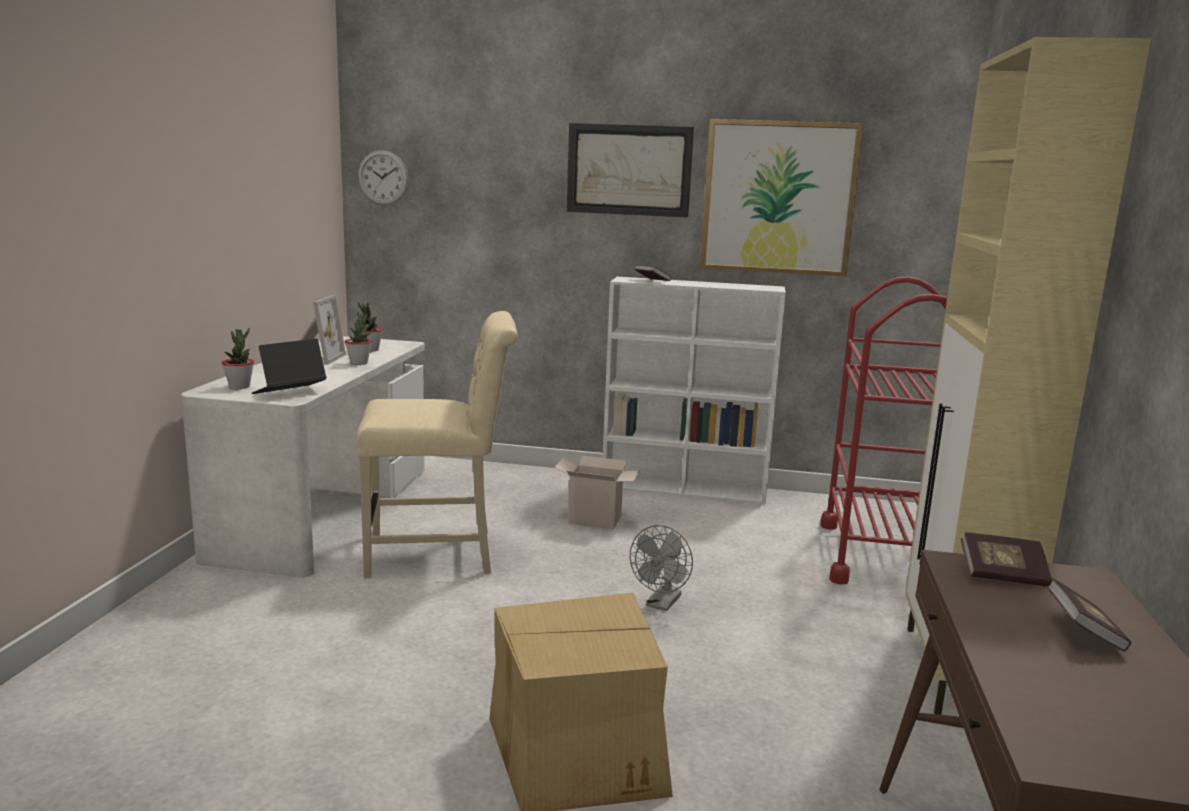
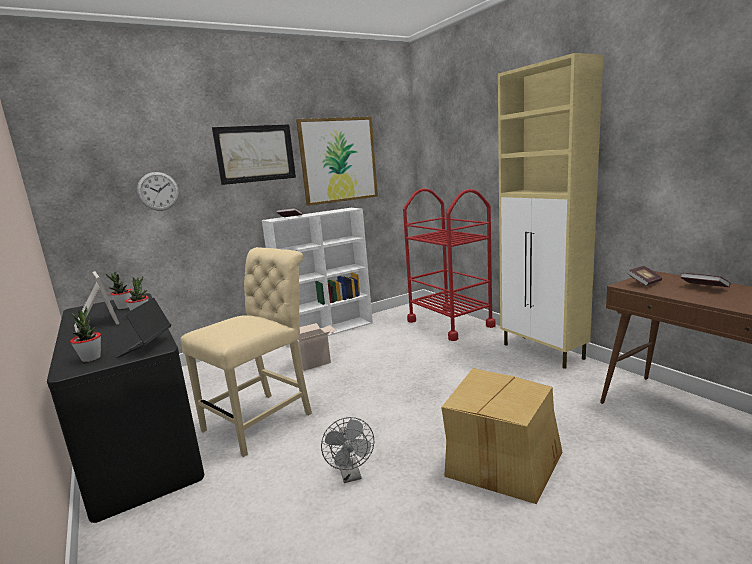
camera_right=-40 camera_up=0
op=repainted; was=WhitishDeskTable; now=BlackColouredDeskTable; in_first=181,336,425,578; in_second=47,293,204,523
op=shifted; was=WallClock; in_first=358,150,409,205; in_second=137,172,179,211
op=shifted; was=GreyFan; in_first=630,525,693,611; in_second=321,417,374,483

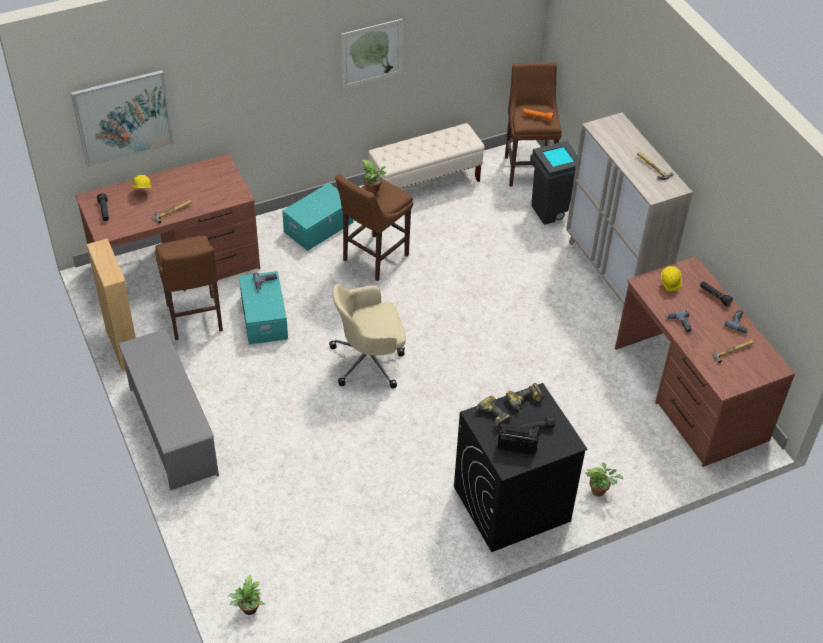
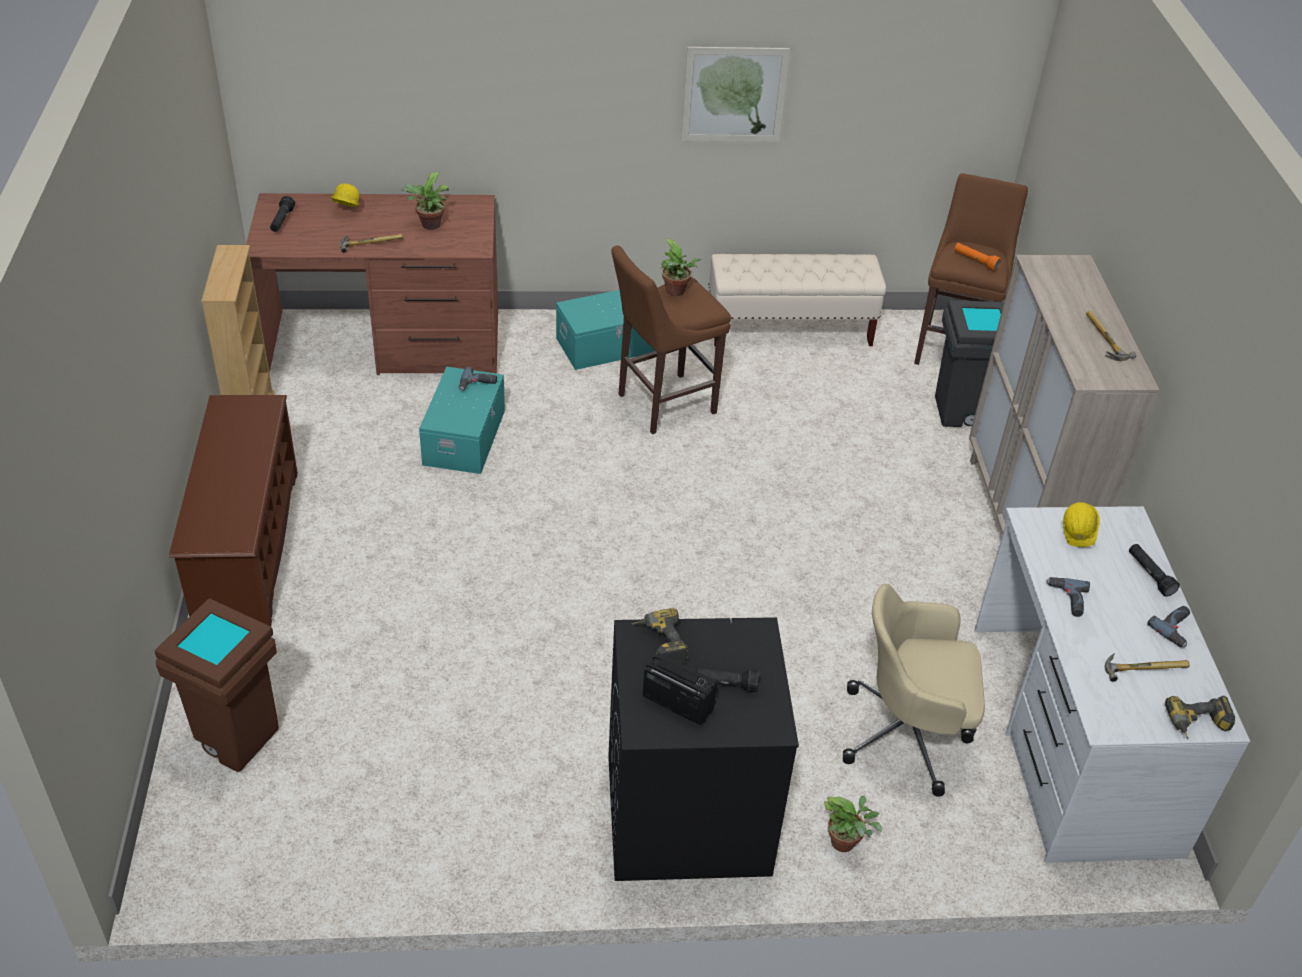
camera_right=20 camera_up=-5
op=new; now=BrownRubbishBin; in_second=155,598,279,772
op=repainted; was=GreyShoeShelf; now=BrownShoeShelf; in_first=118,329,219,490; in_second=169,395,298,626
op=shifted; was=Houseplant; in_first=228,575,265,615; in_second=400,172,449,230
op=shifted; was=BeigeOfficeChair; in_first=329,284,406,388; in_second=843,584,985,797
op=repainted; was=BrownDeskTable; now=WhitishDeskTable; in_first=615,256,795,467; in_second=974,506,1250,863
op=shifted; was=PowerDrill; in_first=506,383,543,413; in_second=1165,696,1235,739
op=gone; was=WallPicture; in_first=71,70,174,167
op=gone; was=BrownStool; in_first=155,236,223,340

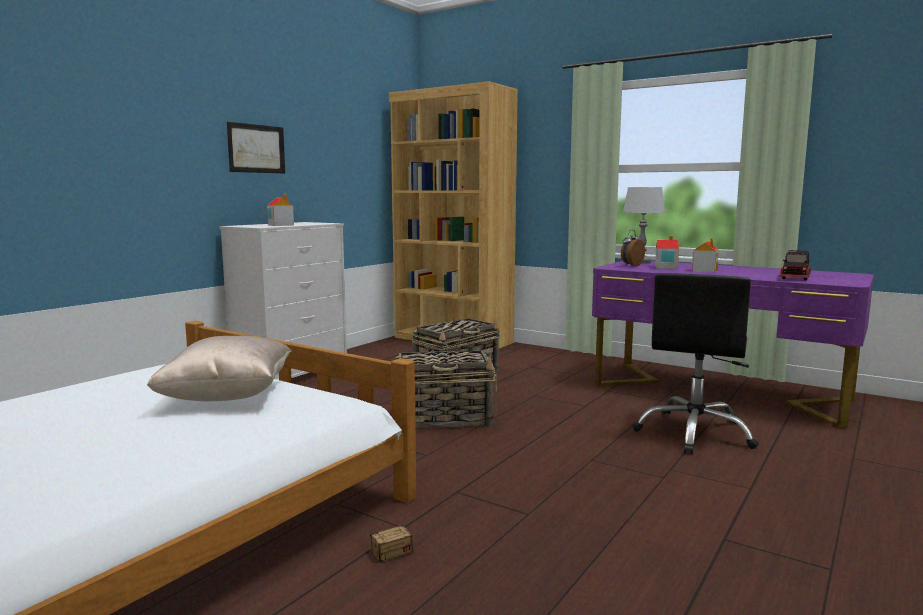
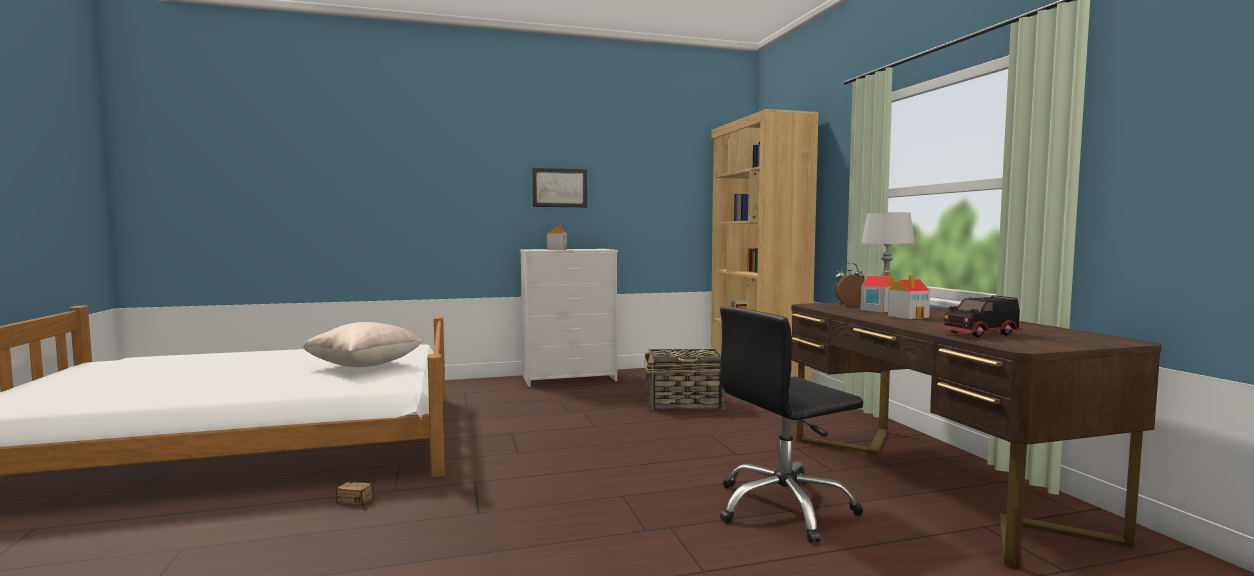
camera_right=40 camera_up=-5
op=repainted; was=PurpleColouredDeskTable; now=BrownDeskTable; in_first=592,261,874,428; in_second=791,302,1162,569
op=gone; was=StorageBasket; in_first=395,350,497,428

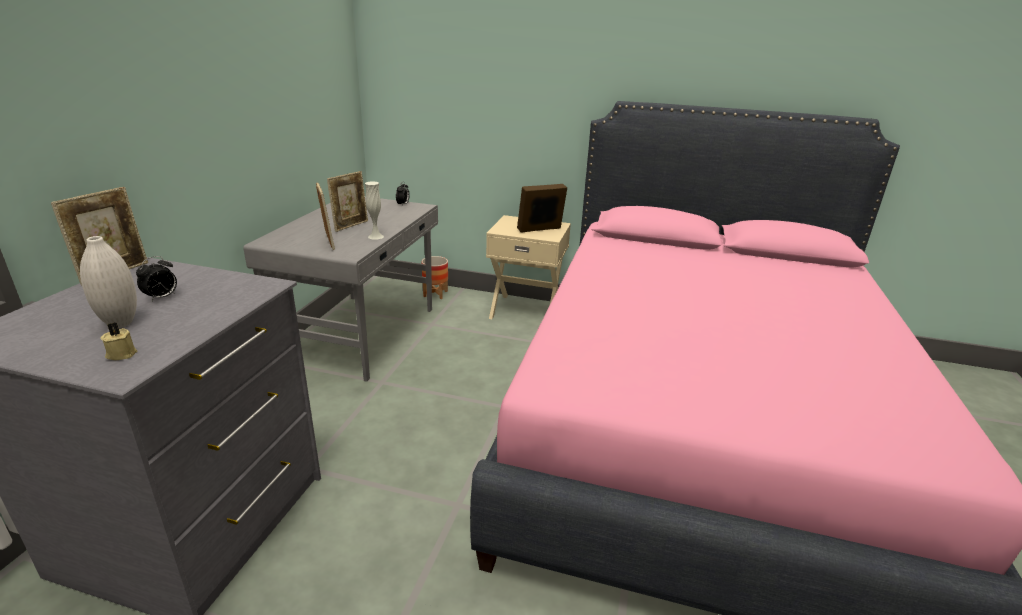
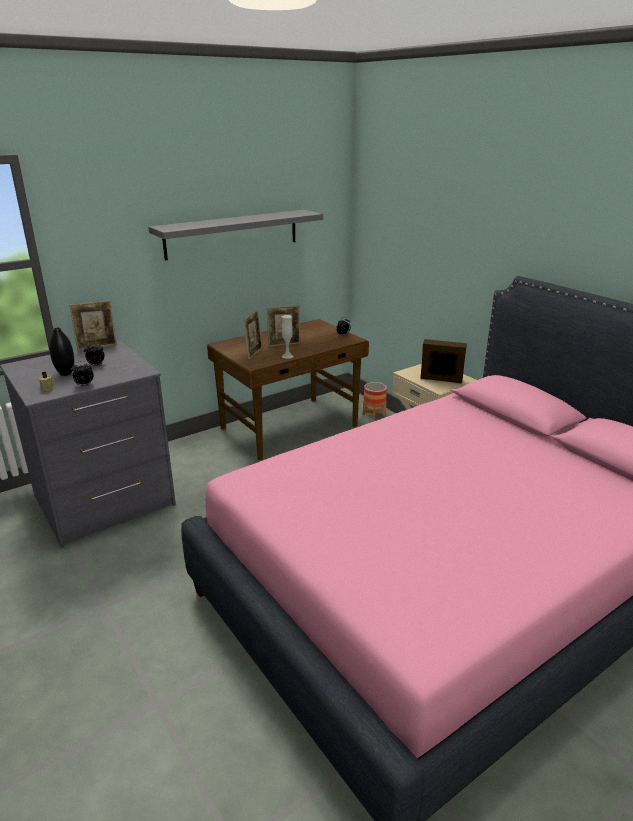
camera_right=40 camera_up=0
op=repainted; was=WhitishVase; now=BlackColouredVase; in_first=80,236,137,328; in_second=49,327,74,376
op=new; now=BedsideClock; in_second=71,361,94,386
op=new; now=GreyBracketShelf; in_second=148,210,323,261
op=repainted; was=GreyDeskTable; now=BrownDeskTable; in_first=243,197,438,382; in_second=207,319,369,460

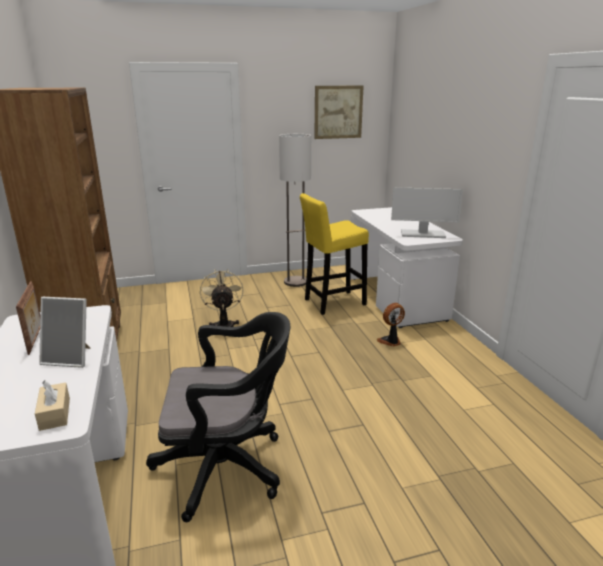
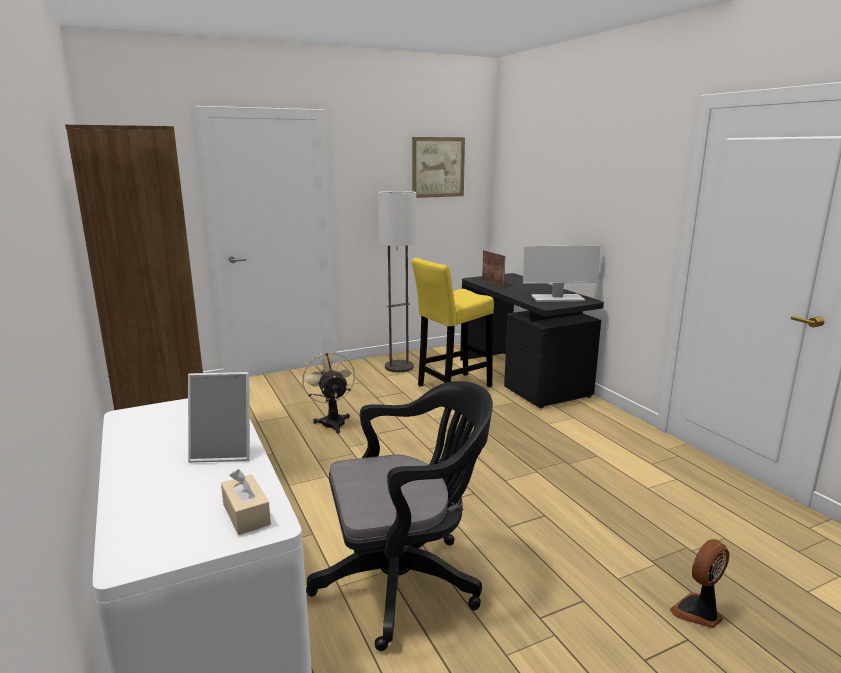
camera_right=-10 camera_up=-5
op=repainted; was=WhitishDeskTable; now=BlackColouredDeskTable; in_first=350,207,463,328; in_second=460,273,604,409
op=shifted; was=PhotoFrame; in_first=16,281,40,355; in_second=482,250,505,288
op=shifted; was=Fan; in_first=377,303,405,347; in_second=670,539,729,628

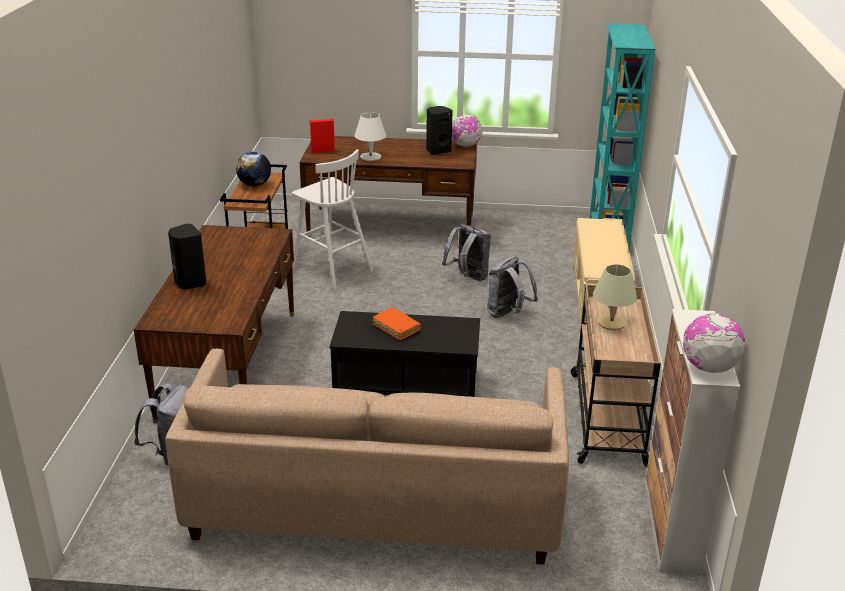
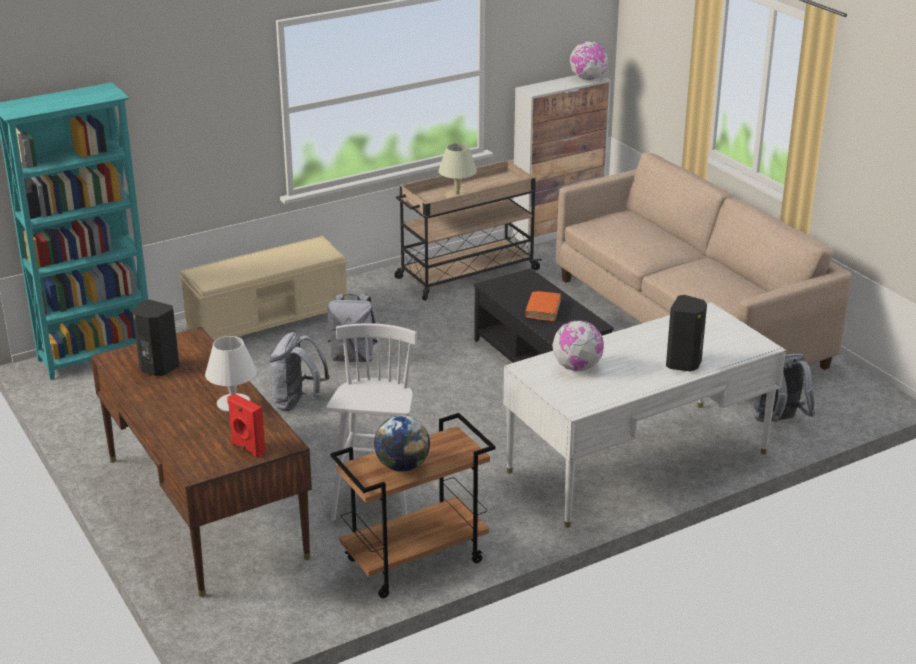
camera_right=-125 camera_up=0
op=repainted; was=BrownDeskTable; now=WhitishDeskTable; in_first=134,225,294,423; in_second=503,302,786,528
op=shifted; was=Globe; in_first=452,114,482,147; in_second=552,320,604,372

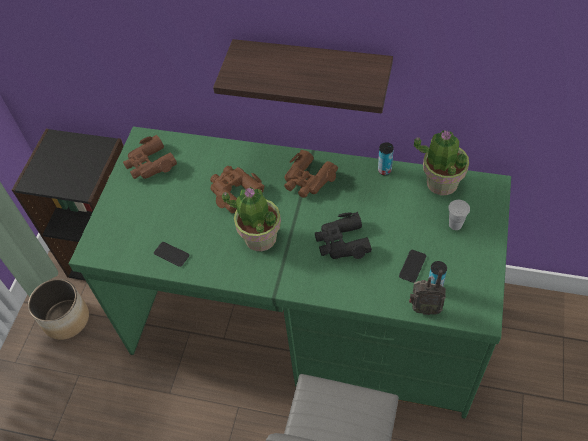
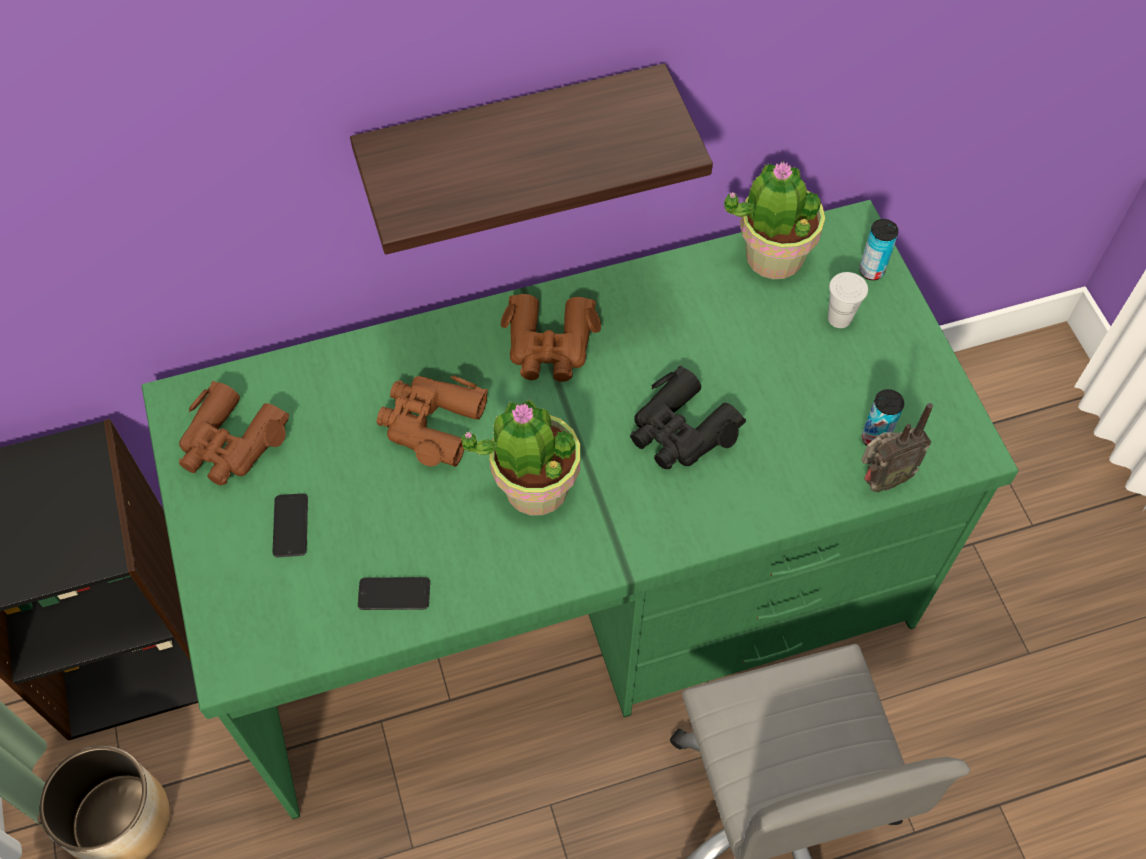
camera_right=-35 camera_up=5
op=shifted; was=Phone; in_first=399,250,426,283; in_second=273,493,308,557
op=shifted; was=SealedCan; in_first=378,142,394,175; in_second=859,219,899,280

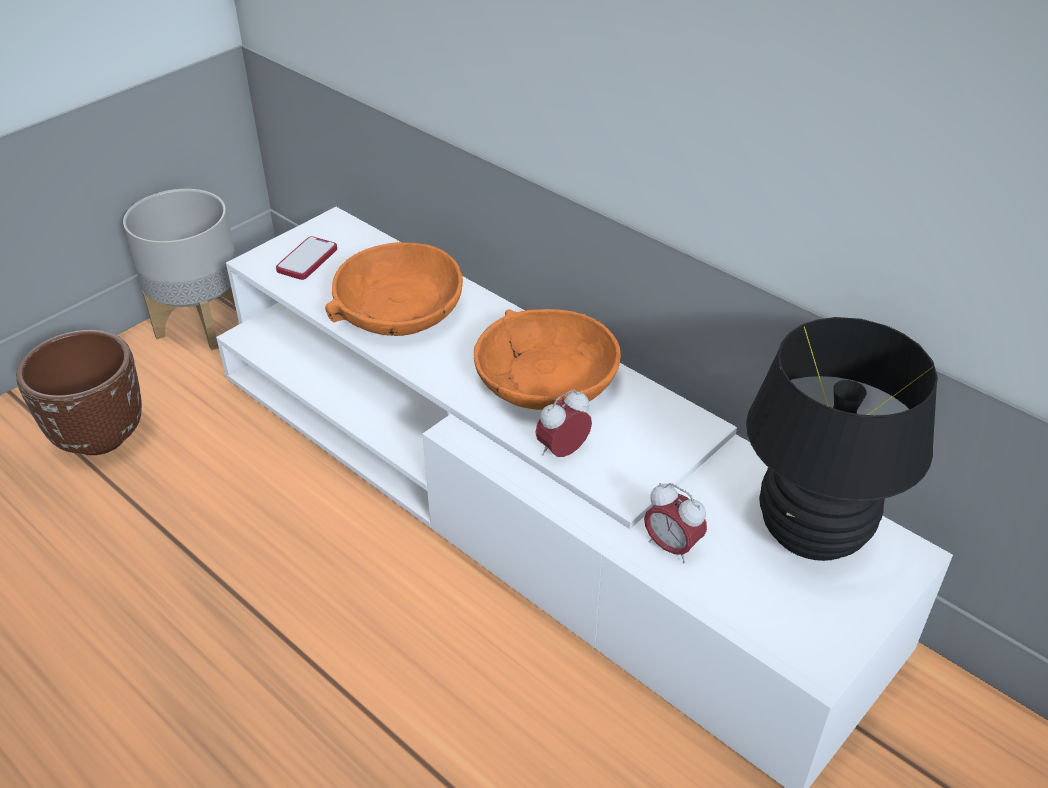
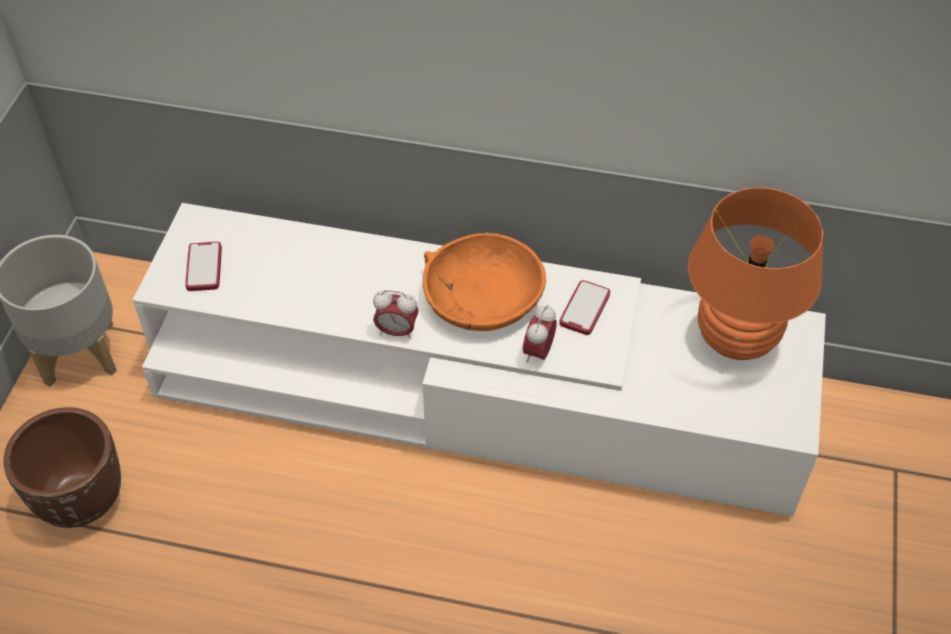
camera_right=-30 camera_up=10
op=shifted; was=BedsideClock; in_first=644,483,707,563; in_second=373,290,419,339
op=new; now=Phone; in_second=559,280,610,335
op=repainted; was=BlackColouredTabletopLamp; now=OrangeTabletopLamp; in_first=746,317,938,561; in_second=688,187,823,360
op=gone; was=OrangeBowl; in_first=325,242,463,336

